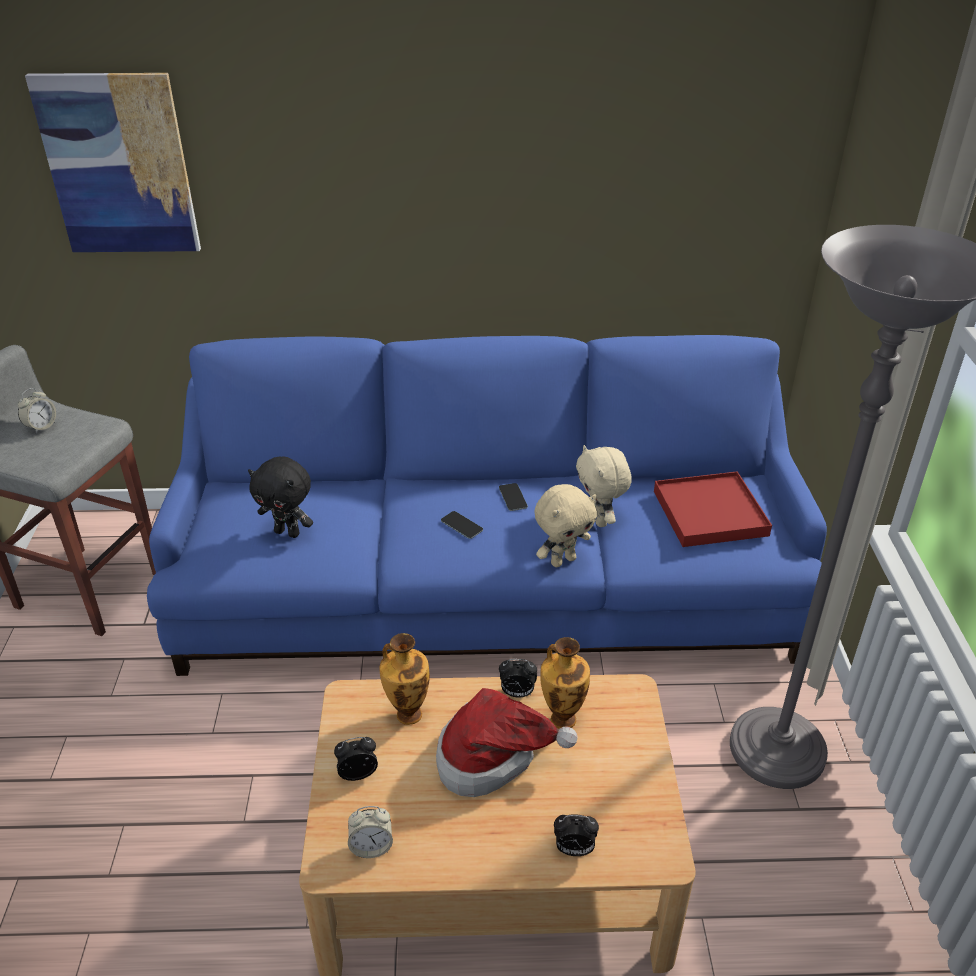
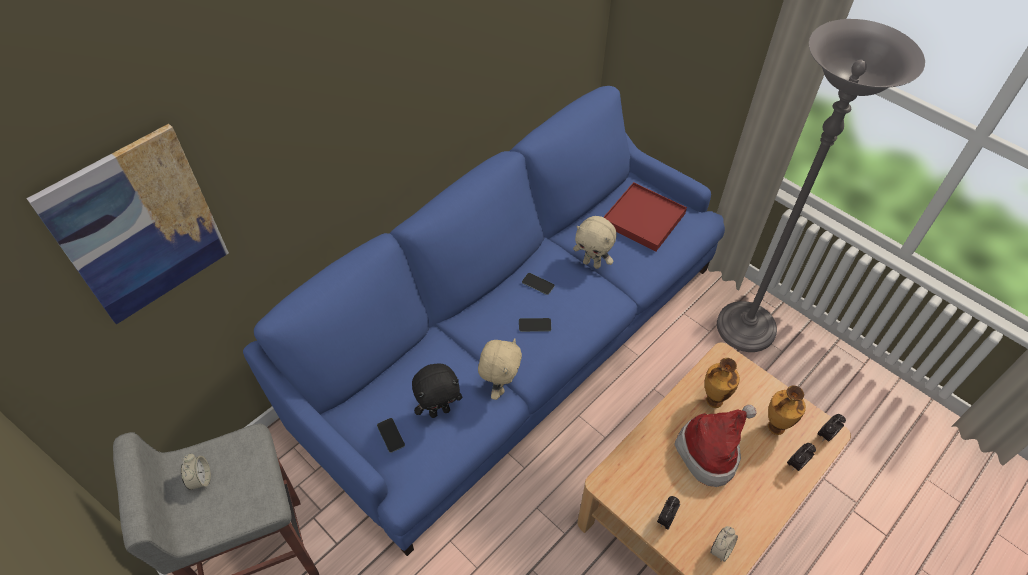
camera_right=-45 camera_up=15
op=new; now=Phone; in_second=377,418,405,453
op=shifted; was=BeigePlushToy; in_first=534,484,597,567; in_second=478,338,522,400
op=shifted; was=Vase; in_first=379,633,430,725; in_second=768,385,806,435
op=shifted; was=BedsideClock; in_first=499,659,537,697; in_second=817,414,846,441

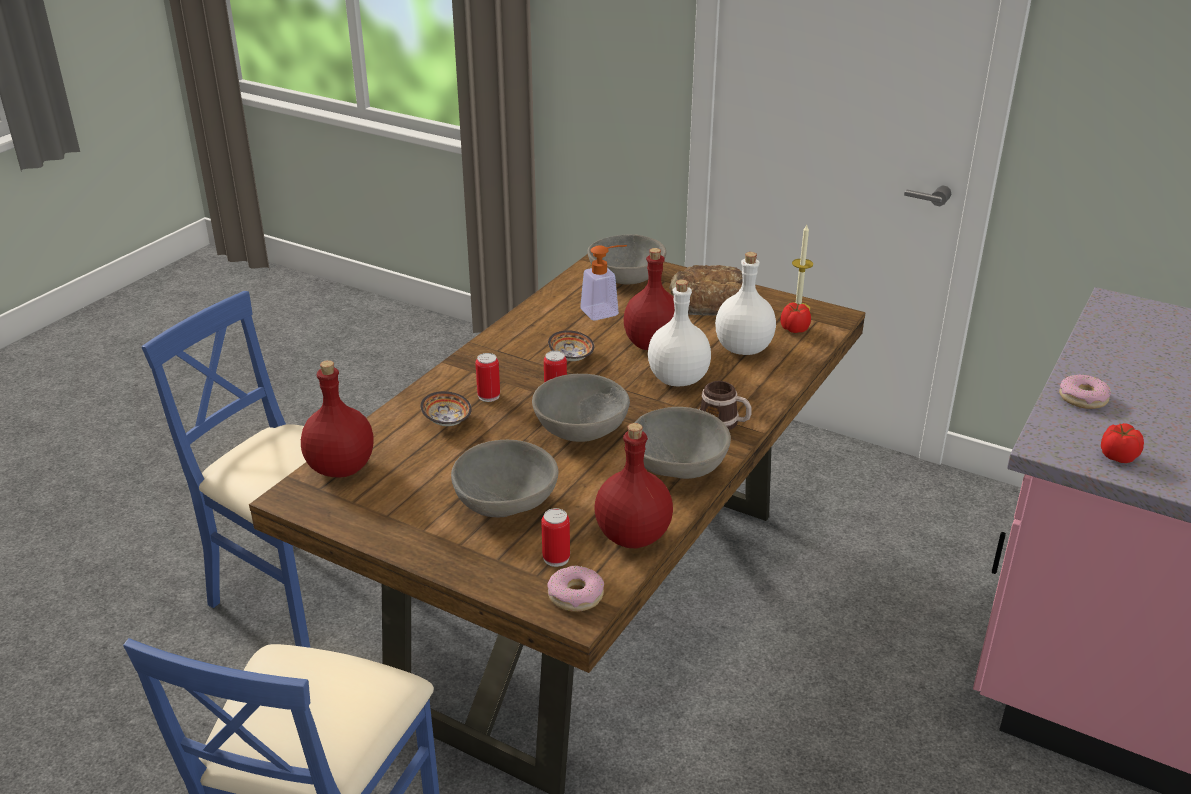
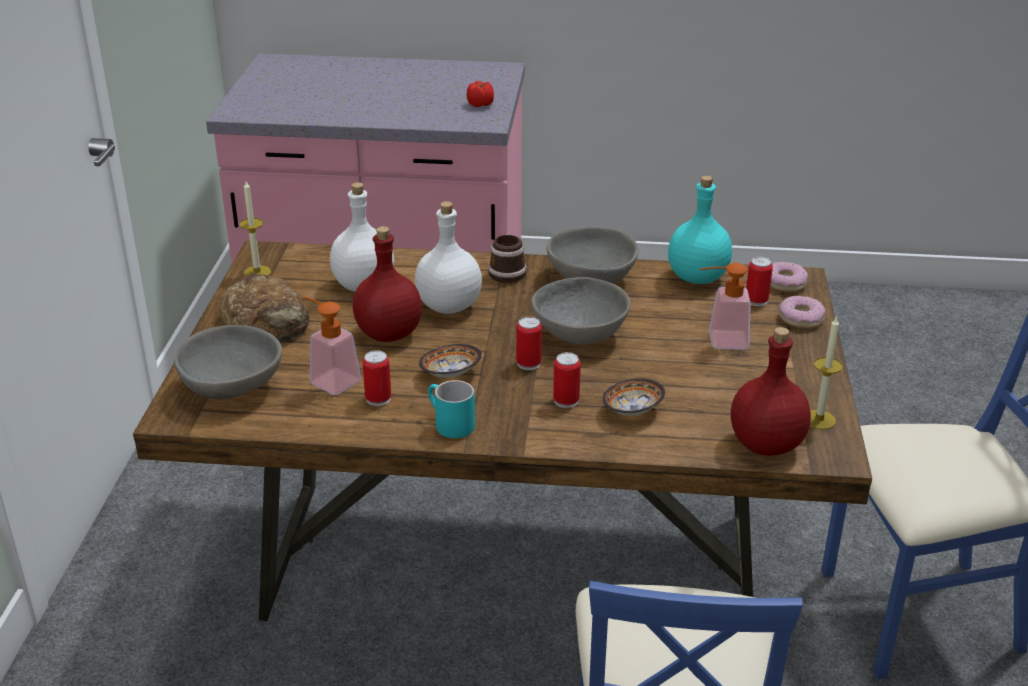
camera_right=-115 camera_up=0
op=new; now=SealedCan; in_second=363,350,391,406
op=new; now=TurquoiseCoffeeMug; in_second=428,380,475,438
op=repainted; was=RedColouredBeverageBottle; now=TurquoiseBeverageBottle; in_first=595,423,673,548; in_second=668,175,732,284
op=swapped; was=GreyBowl; now=LiquidSoapBottle; in_first=451,440,559,517; in_second=700,263,751,349
op=shifted; was=RingDoughnut; in_first=1059,374,1111,409; in_second=779,296,825,329
op=new; now=WaxCandle; in_second=810,316,843,430
op=gone; was=WholeTomato; in_first=781,302,811,333

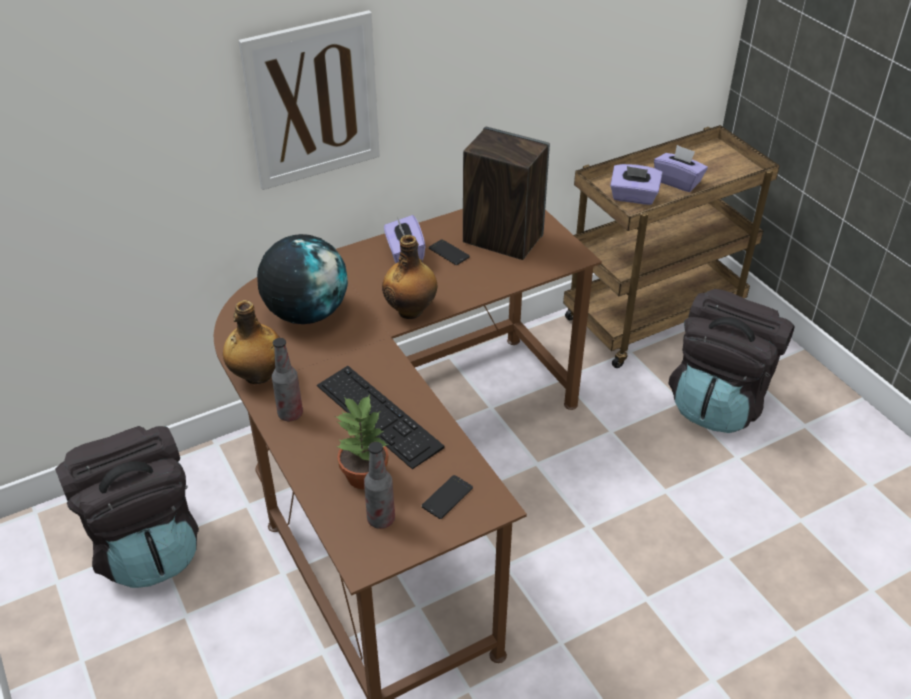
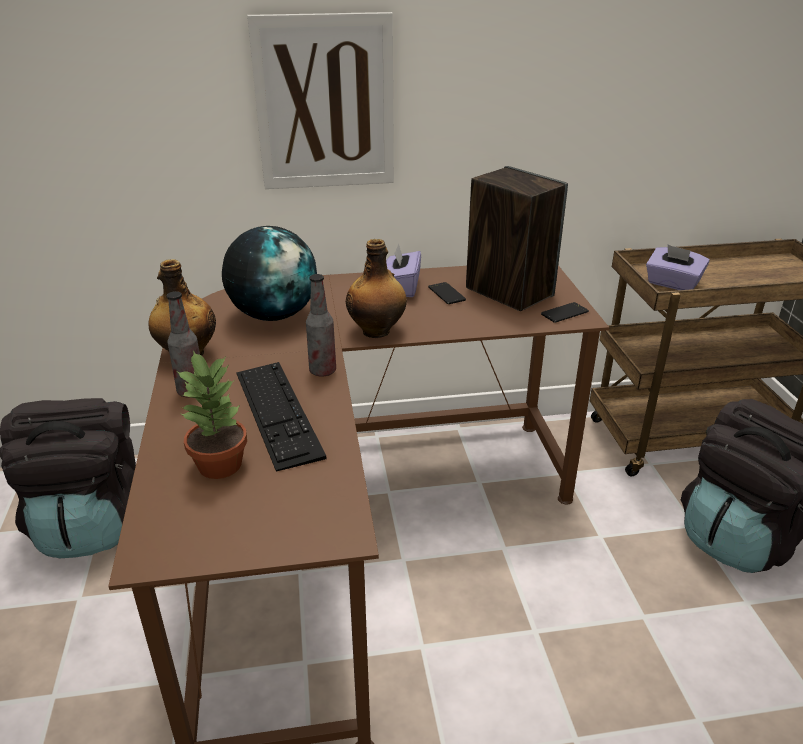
camera_right=20 camera_up=-10
op=shifted; was=BeverageBottle; in_first=364,442,395,529; in_second=306,274,336,377
op=shifted; was=Phone; in_first=422,475,473,519; in_second=541,302,589,323
op=gone; was=PurpleColouredTissueBox; in_first=654,145,708,192

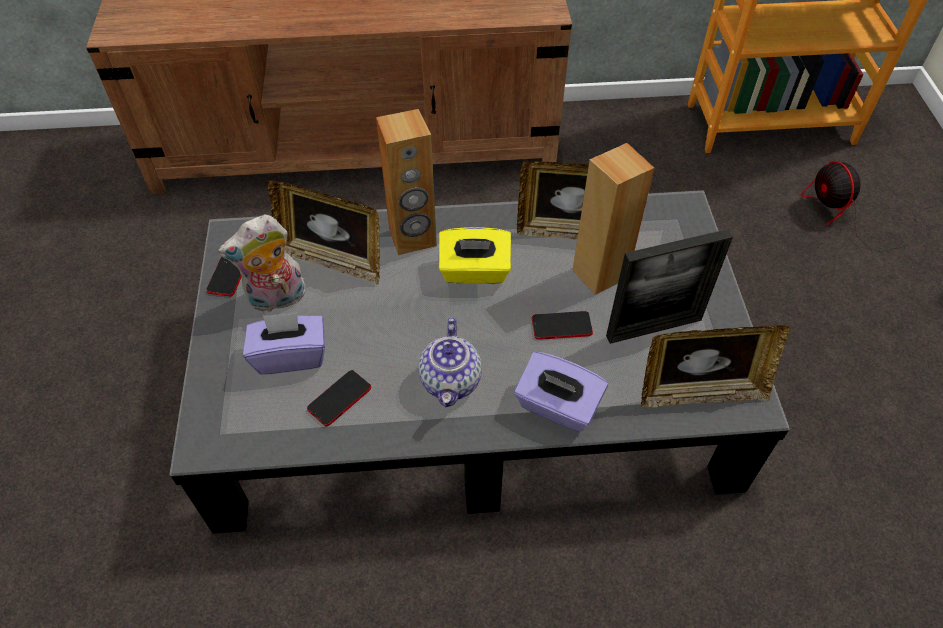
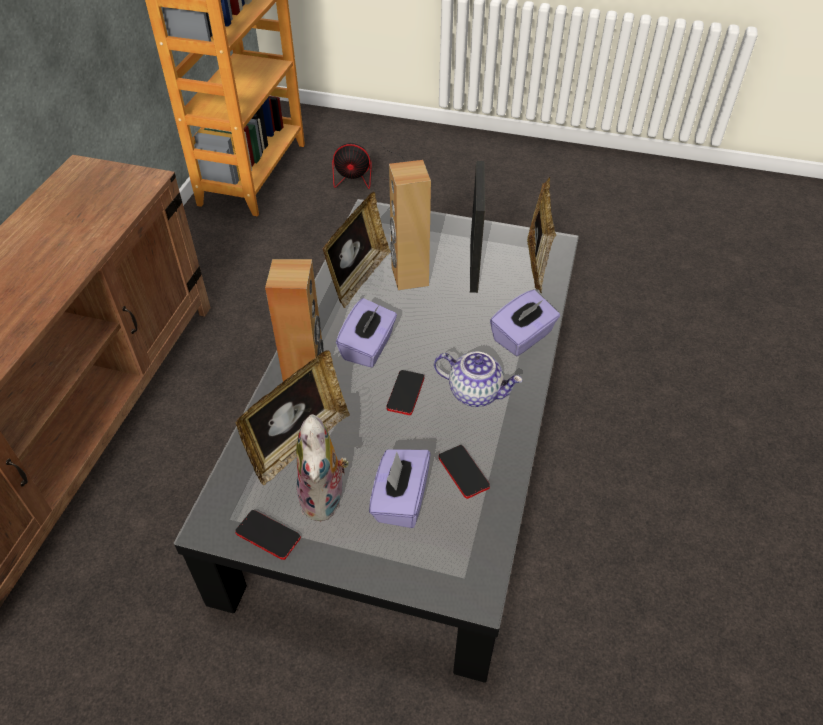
camera_right=-70 camera_up=-5
op=repainted; was=YellowTissueBox; now=PurpleColouredTissueBox; in_first=439,227,511,284; in_second=336,298,397,368
op=shifted; was=Phone; in_first=532,311,593,340; in_second=386,370,424,415

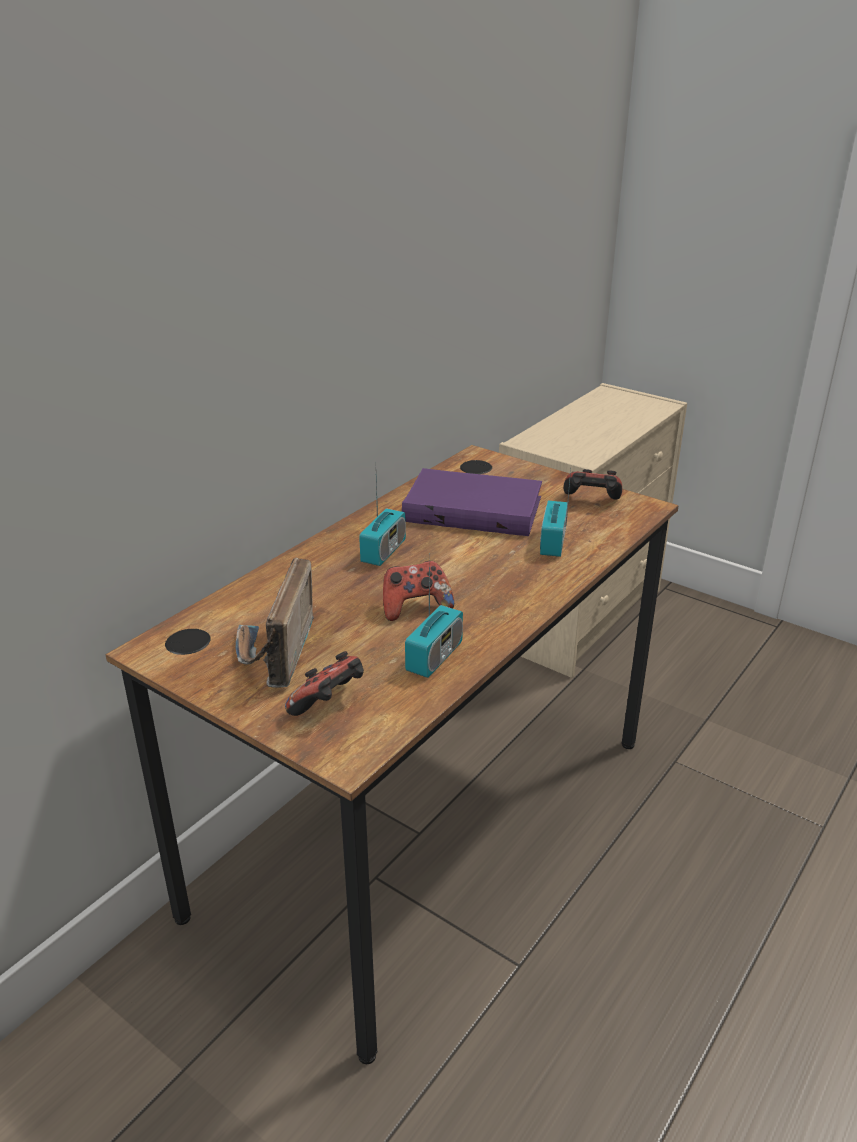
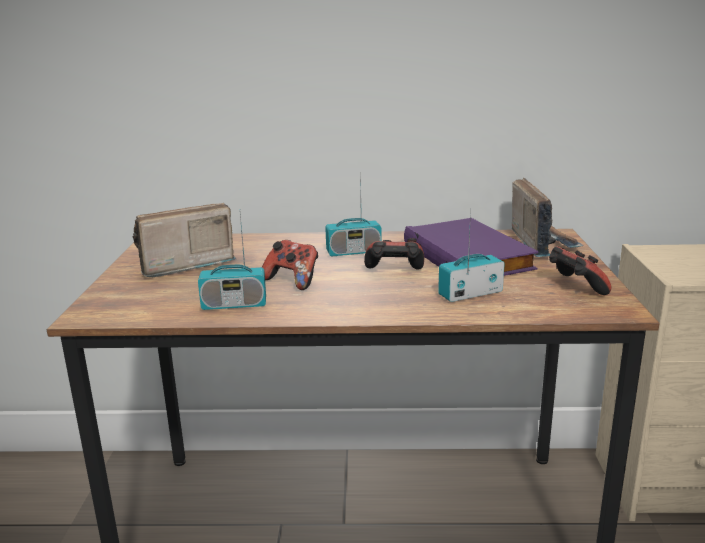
camera_right=55 camera_up=-10
op=shifted; was=GameController; in_first=285,651,364,716; in_second=364,238,424,270
op=new; now=Radio; in_second=512,178,584,257

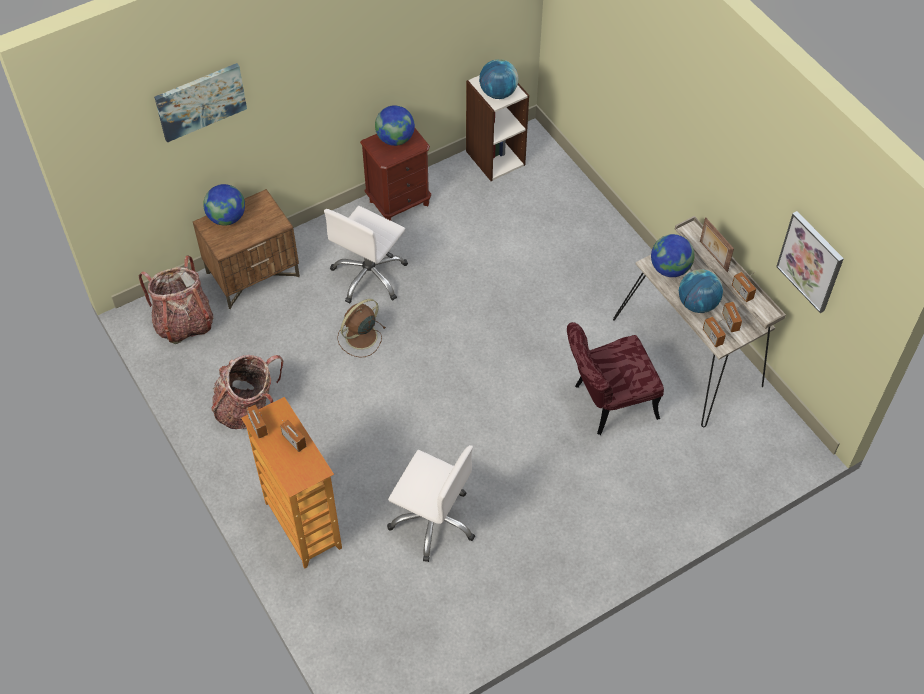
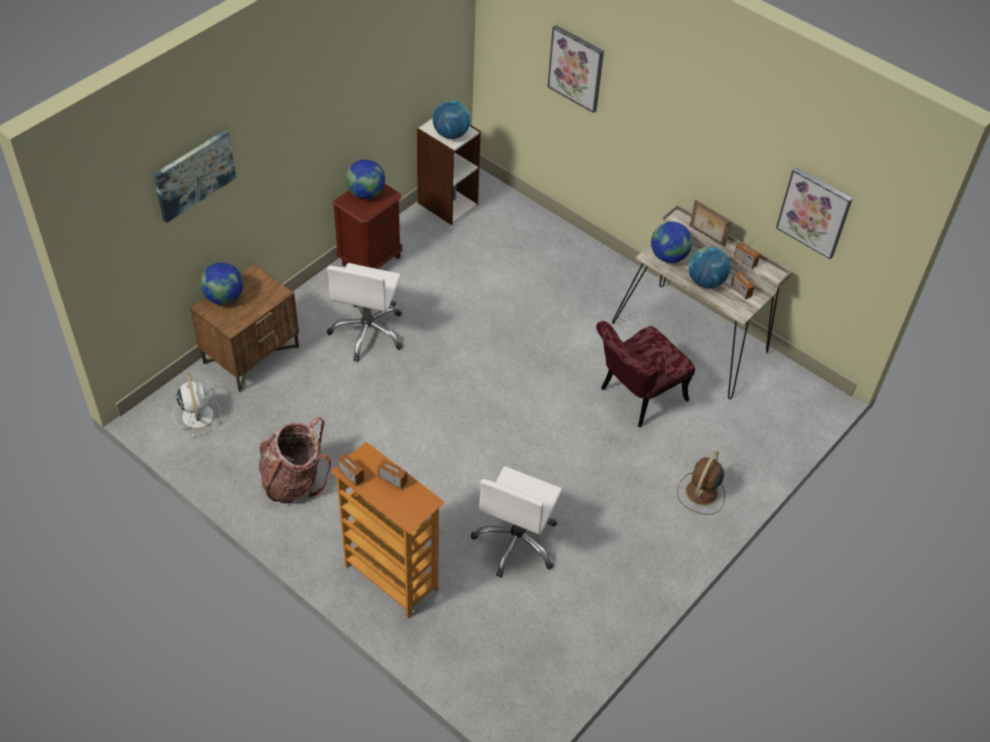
camera_right=-20 camera_up=-5
op=swapped; was=Backpack; now=WhitishFan; in_first=139,255,214,344; in_second=172,373,221,437
op=rotated; was=WhitishOfficeChair; in_first=387,445,475,562; in_second=471,466,563,578; clockwise=105
op=new; now=WallPicture; in_second=548,25,604,113
op=shifted; was=BrownFan; in_first=337,299,386,358; in_second=677,450,725,515
op=gone; was=Radio; in_first=703,316,726,347

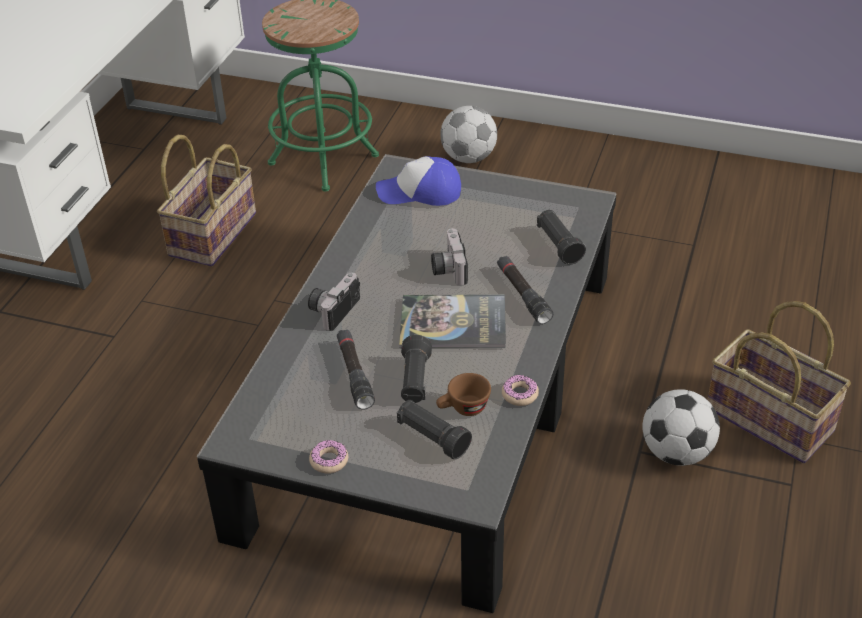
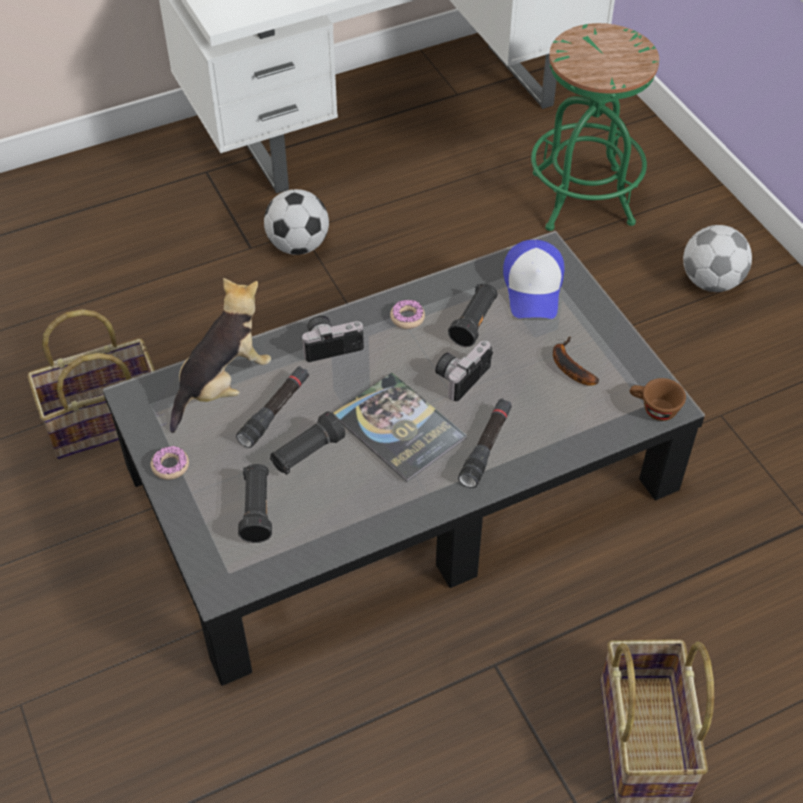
camera_right=45 camera_up=10
op=shifted; was=StorageBasket; in_first=157,135,256,267; in_second=27,309,155,459
op=new; now=PlushToy; in_second=170,278,271,433
op=shifted; was=FootballBall; in_first=642,389,720,466; in_second=264,189,329,255
op=shifted; was=RingDoughnut; in_first=502,375,539,406; in_second=390,300,425,329
op=shifted; was=BlackColouredFlashlight; in_first=537,210,586,264; in_second=448,283,498,347
op=rotated; was=BaseballCap; in_first=376,156,461,206; in_second=503,240,565,319; clockwise=-135
op=new; now=BananaFruit; in_second=553,337,599,386
op=shifted; was=BrownSmallCup; in_first=436,373,491,416; in_second=630,378,686,421

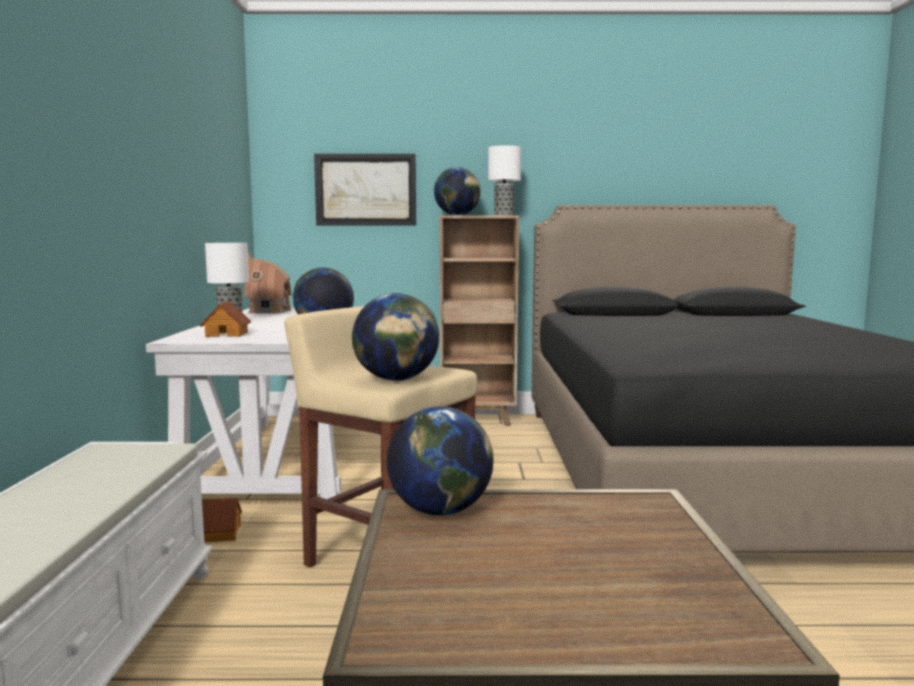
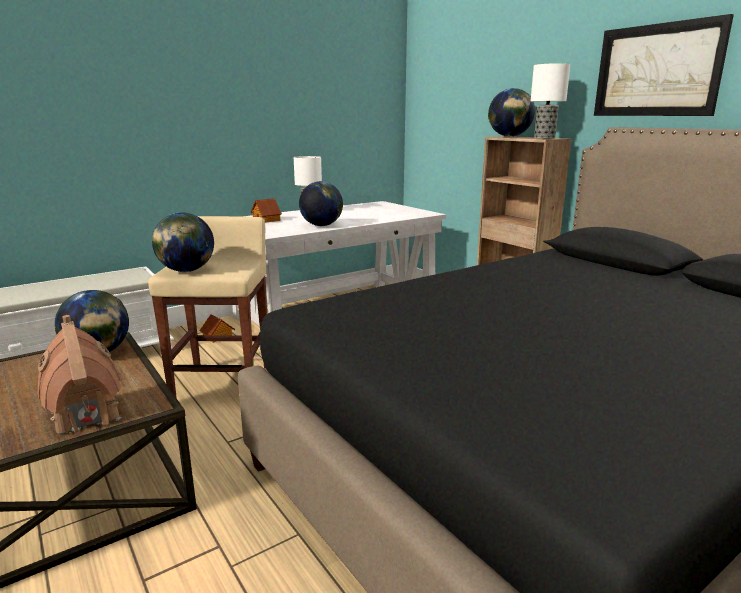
camera_right=55 camera_up=10
op=shifted; was=MiniatureHouse; in_first=244,253,292,314; in_second=37,315,122,434
op=shifted; was=WallPicture; in_first=314,154,416,225; in_second=594,14,734,116

